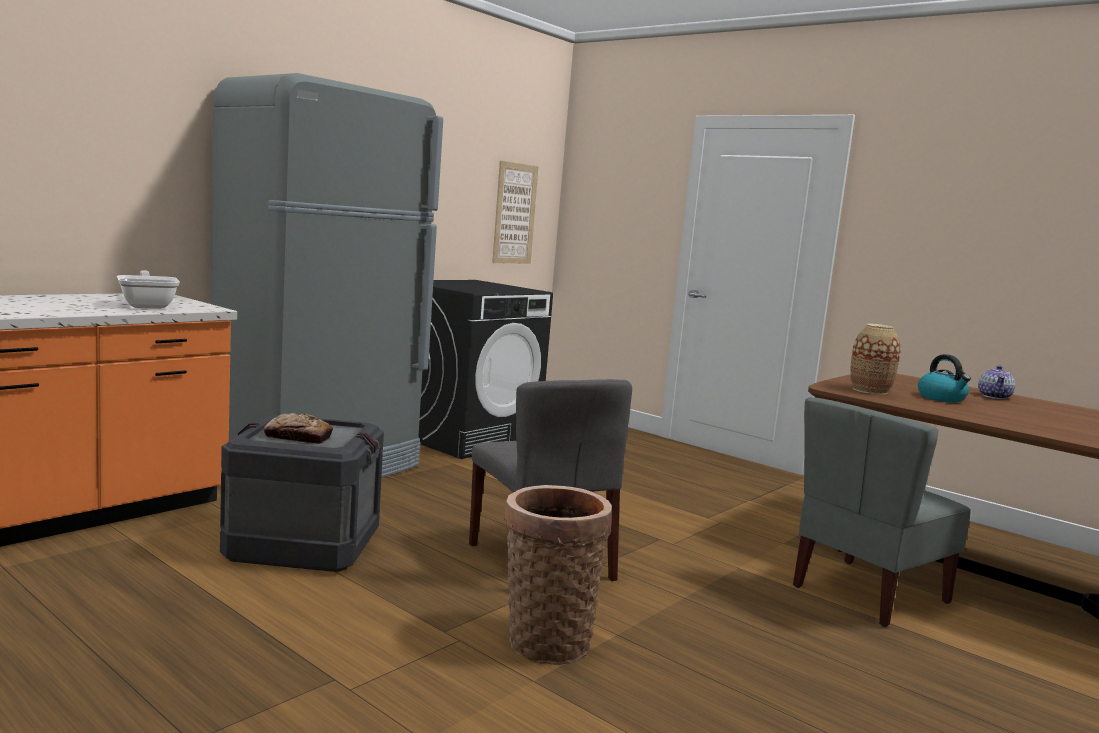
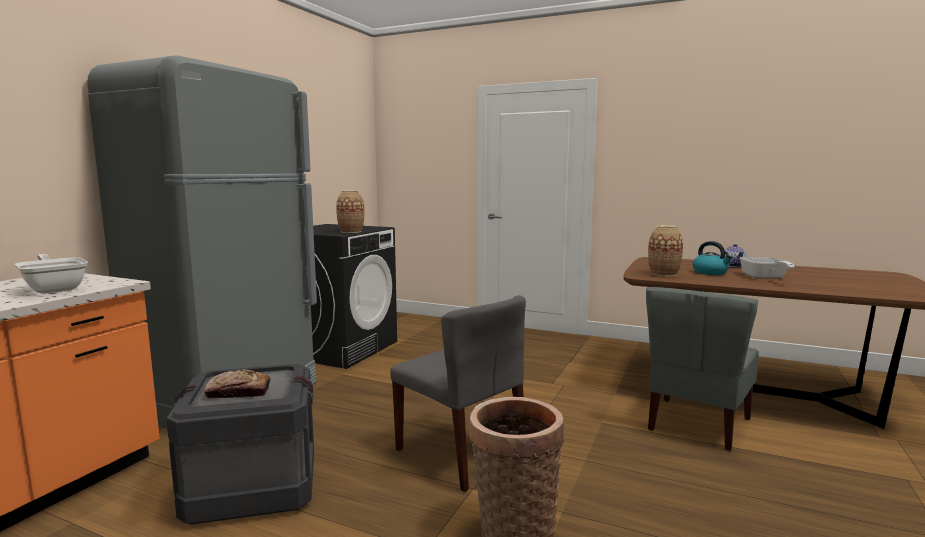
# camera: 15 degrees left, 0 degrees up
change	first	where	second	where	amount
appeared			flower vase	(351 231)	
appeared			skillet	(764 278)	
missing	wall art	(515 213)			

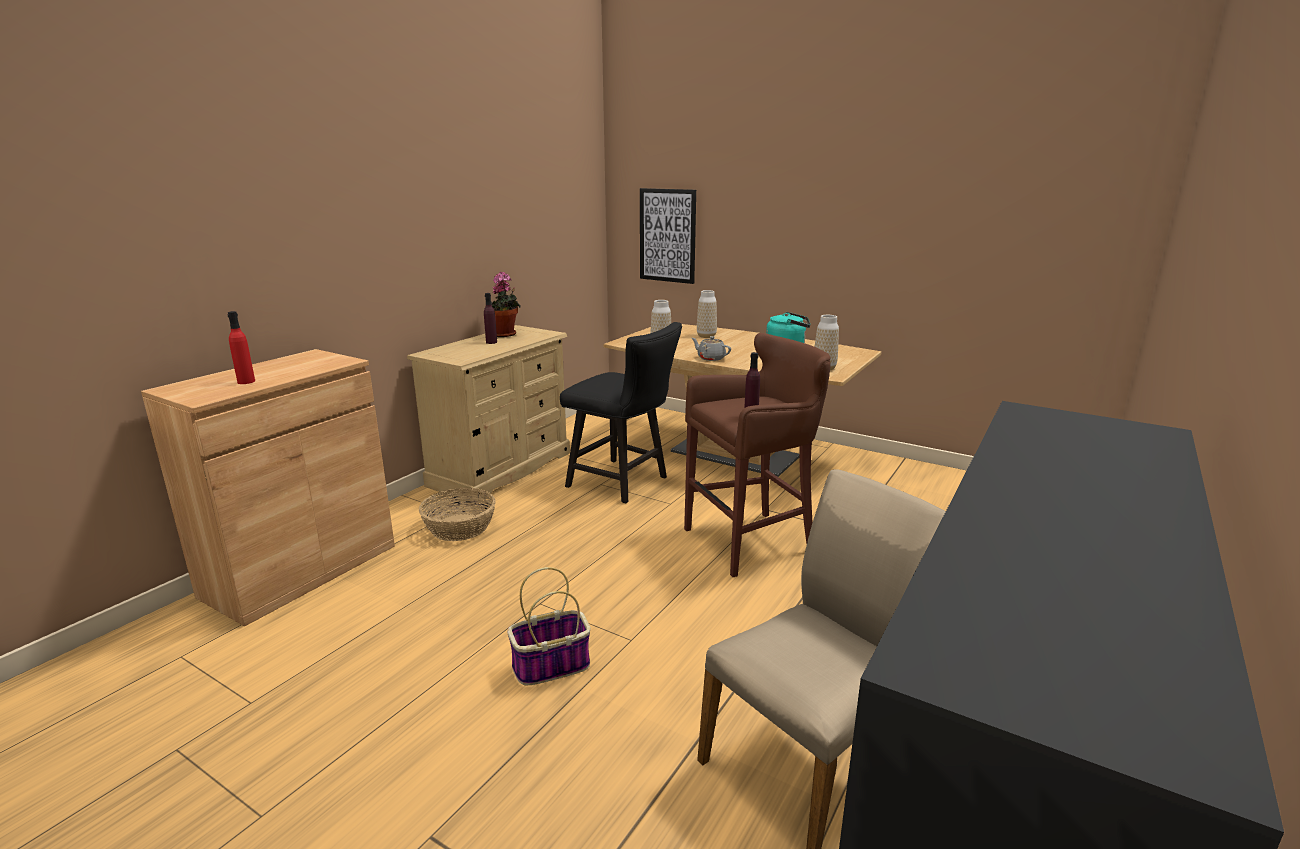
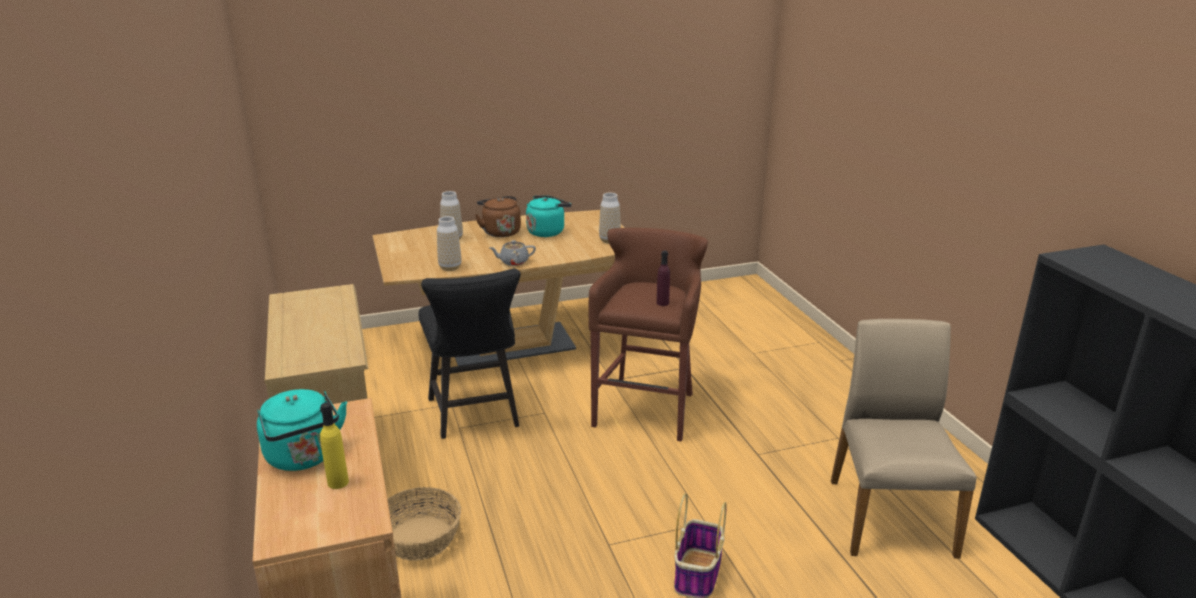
# camera: 50 degrees left, 5 degrees up
change	first	where	second	where	amount
appeared			turquoise-coloured water kettle	(304 457)	
colour	reddish drink bottle	(246 381)	yellow-coloured drink bottle	(338 482)	
spun	blackish chair	(623 483)		(476 416)	90 degrees clockwise
appeared			brown-coloured water kettle	(500 232)	
missing	purplish drink bottle	(491 342)			
missing	houseplant	(505 335)			
missing	wall art	(667 235)			

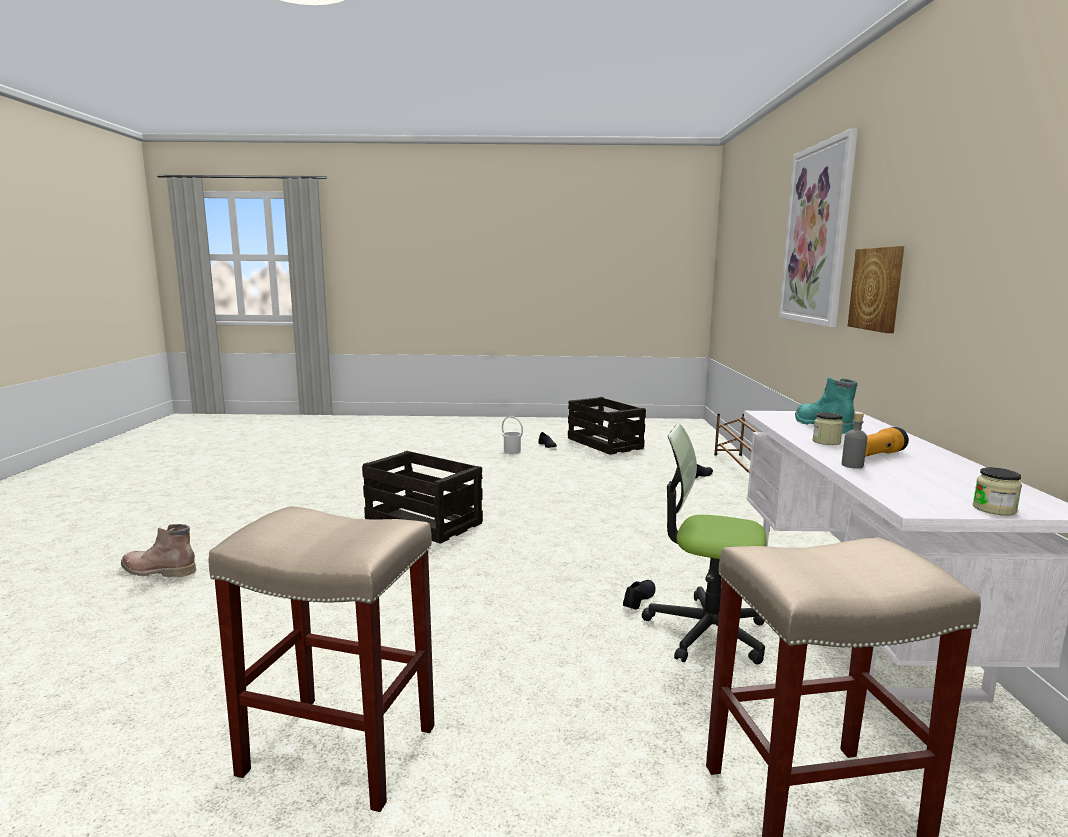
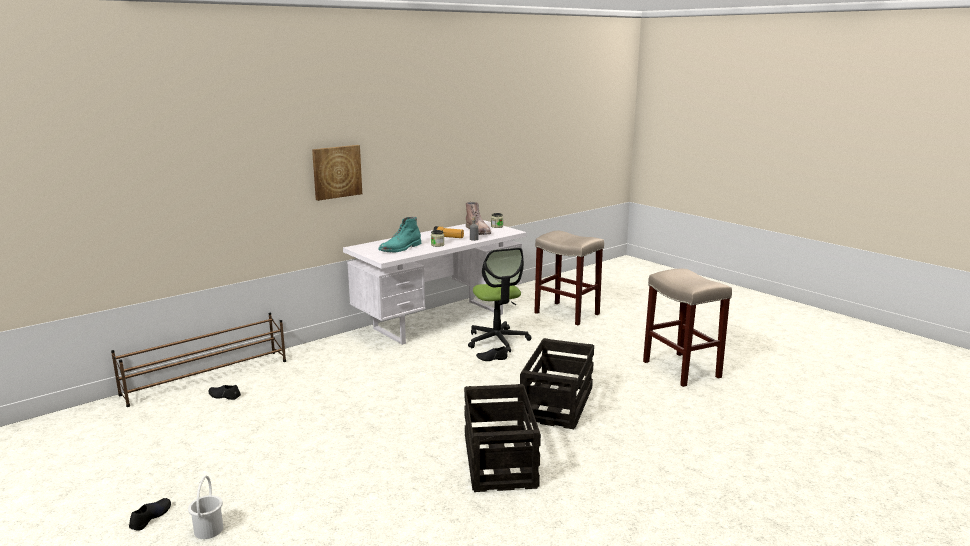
# camera: 130 degrees left, 5 degrees up
change	first	where	second	where	amount
relocated	brown-coloured tall boot	(157 571)		(479 231)	
relocated	shipping crate	(604 443)		(557 404)	
missing	wall art	(817 234)			

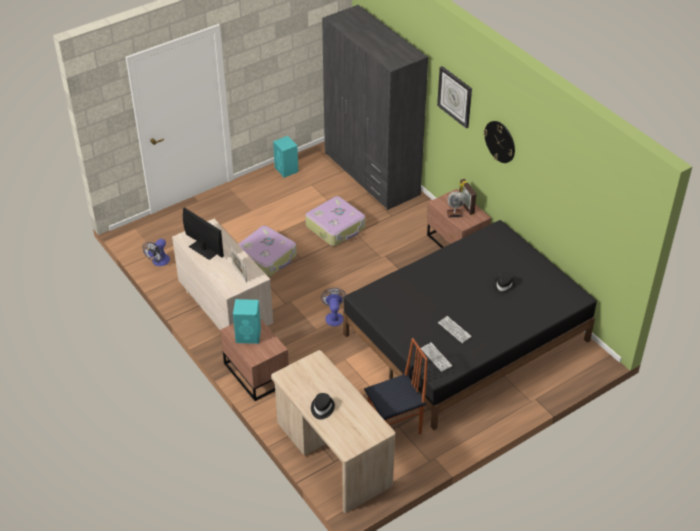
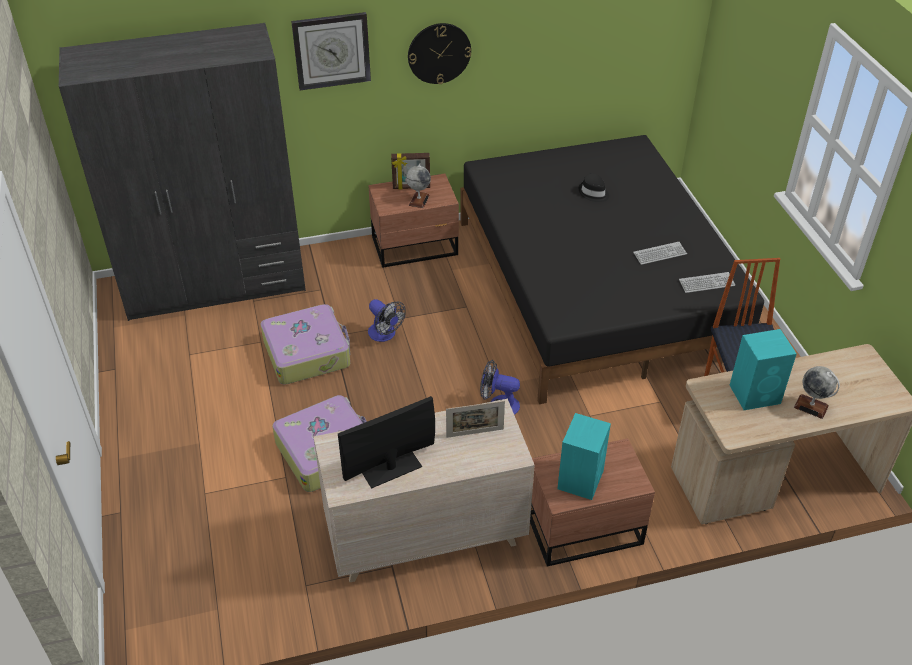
# camera: 70 degrees left, 0 degrees up
change	first	where	second	where	amount
relocated	fan	(159 262)		(385 335)	
relocated	turquoise-coloured loudspeaker	(286 170)		(756 394)	
exchanged	blackish clothing hat	(322 408)	world globe	(811 406)	

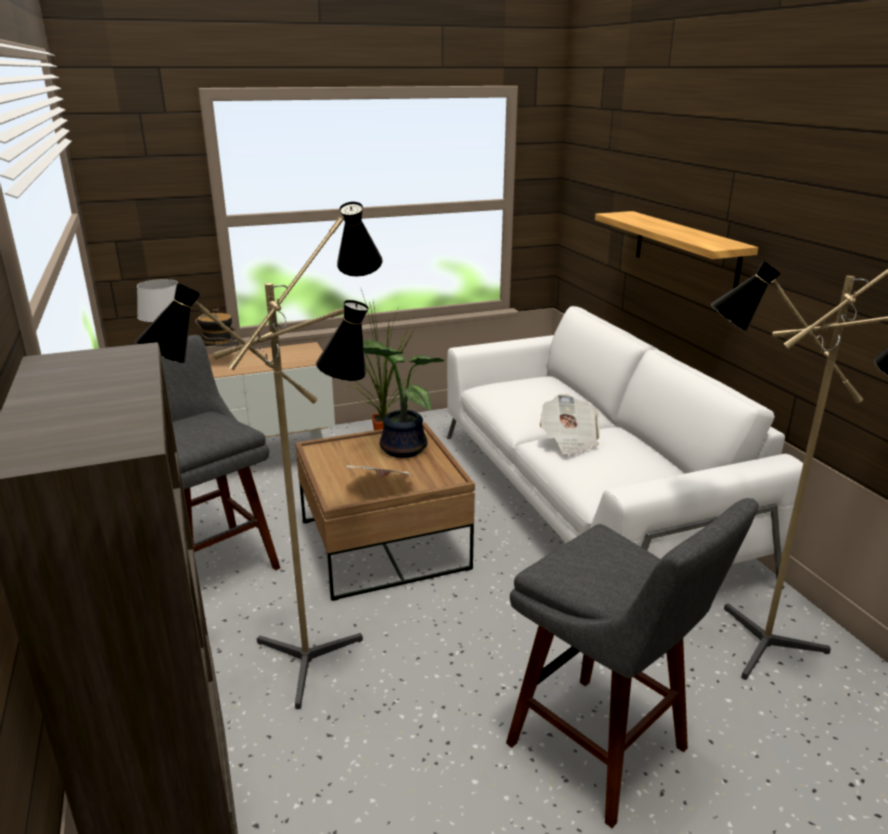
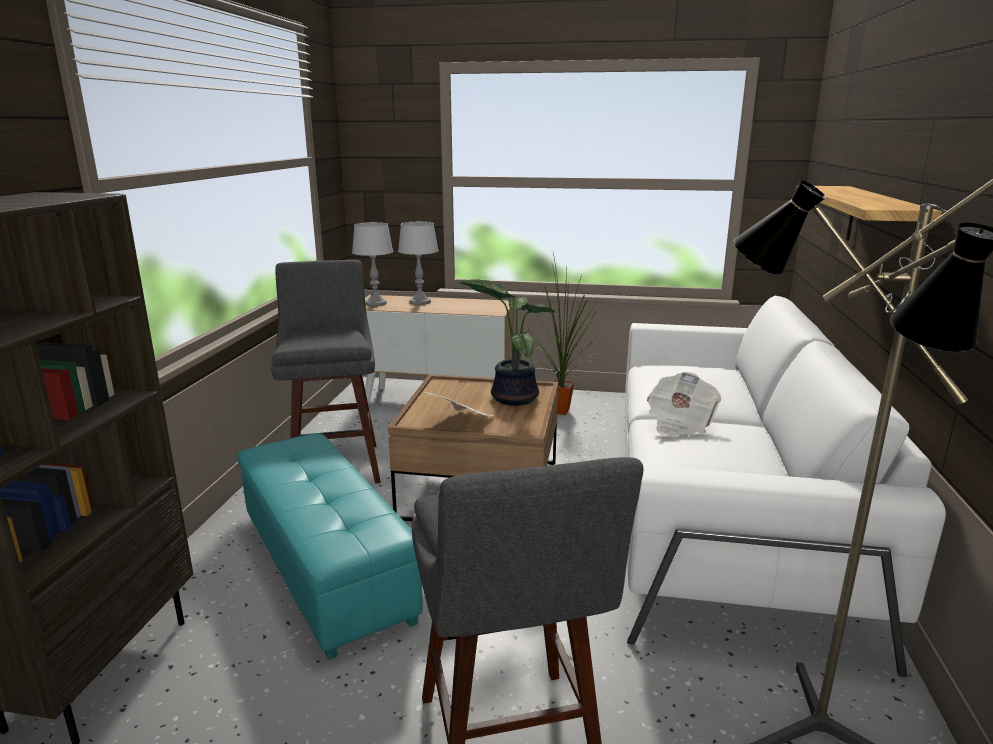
# camera: 30 degrees right, 5 degrees down
change	first	where	second	where	amount
exchanged	standard lamp	(313 669)	turquoise-coloured footrest	(328 567)	
exchanged	clothing hat	(220 361)	greyish tabletop lamp	(420 302)	

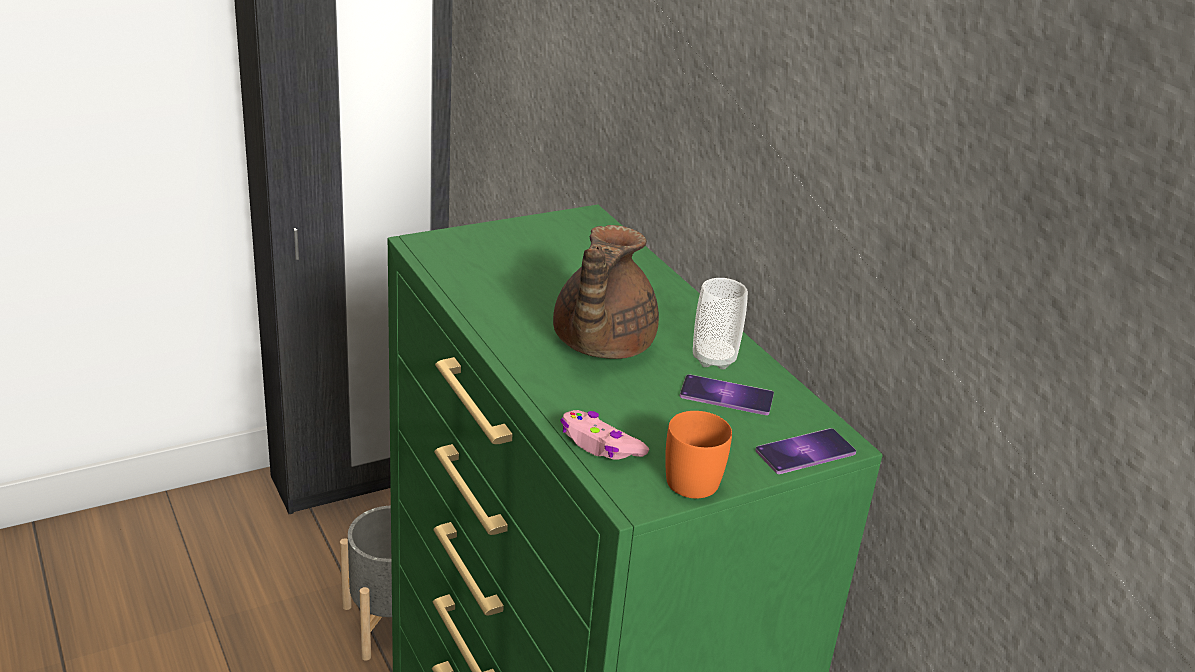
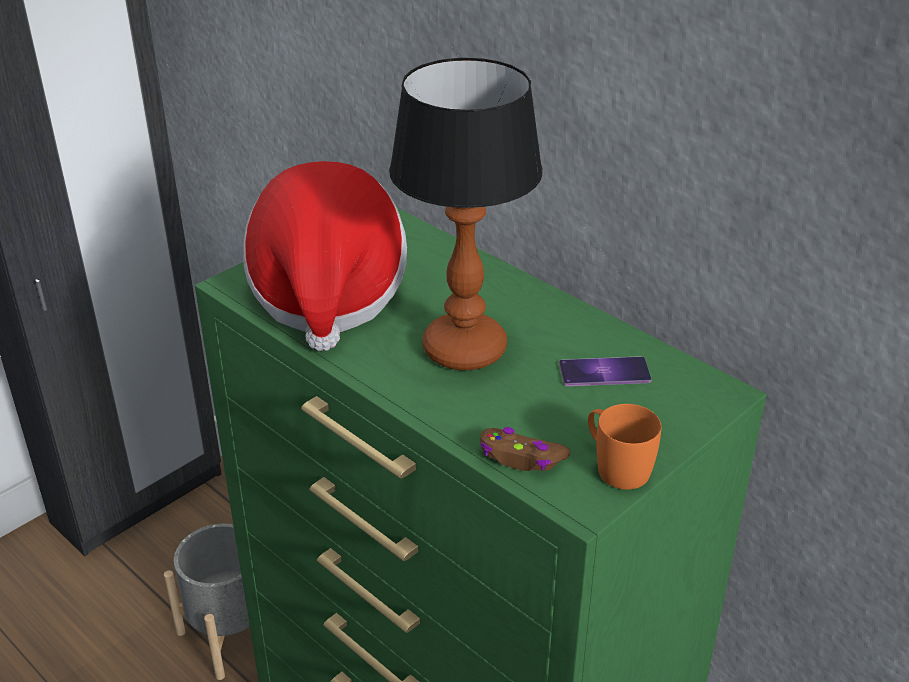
# camera: 15 degrees left, 5 degrees up
change	first	where	second	where	amount
appeared			clothing hat	(327 294)	
exchanged	brown-coloured tea pot	(600 344)	tabletop lamp	(463 350)	
colour	pink game controller	(600 445)	brown-coloured game controller	(521 457)	
missing	drinking cup	(714 359)			
missing	telephone	(805 452)			

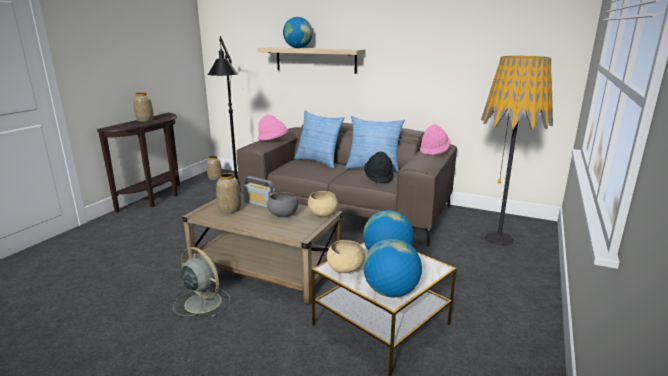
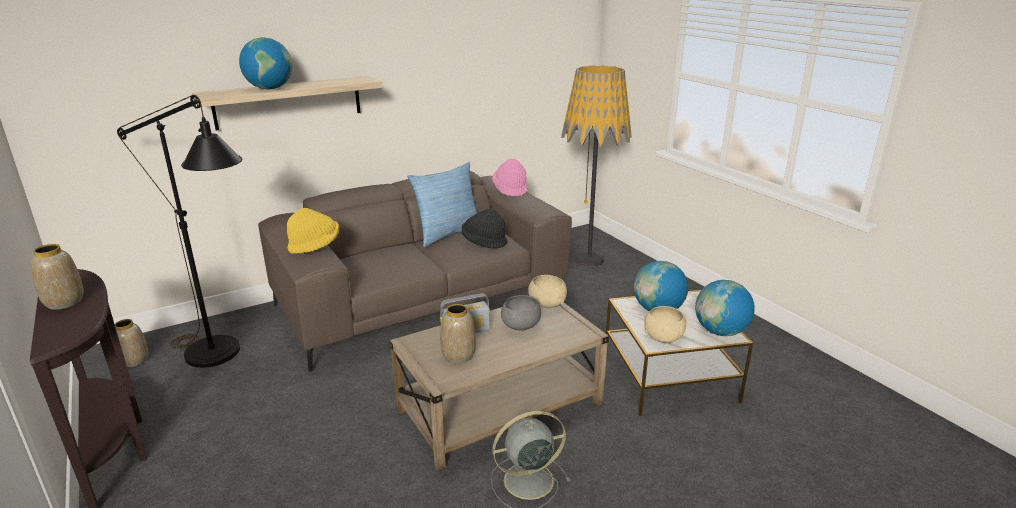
# camera: 55 degrees left, 5 degrees up
change	first	where	second	where	amount
colour	pink clothing hat	(273 140)	yellow-coloured clothing hat	(315 246)	
missing	pillow	(319 161)			

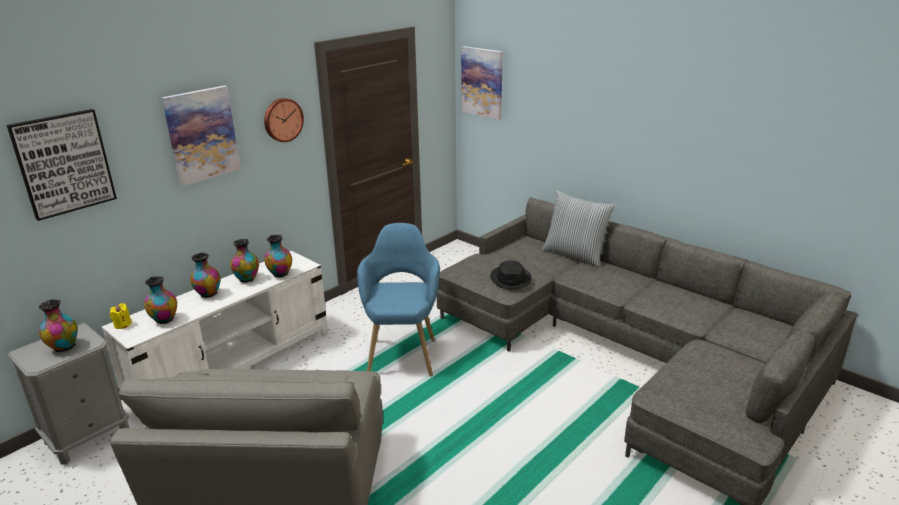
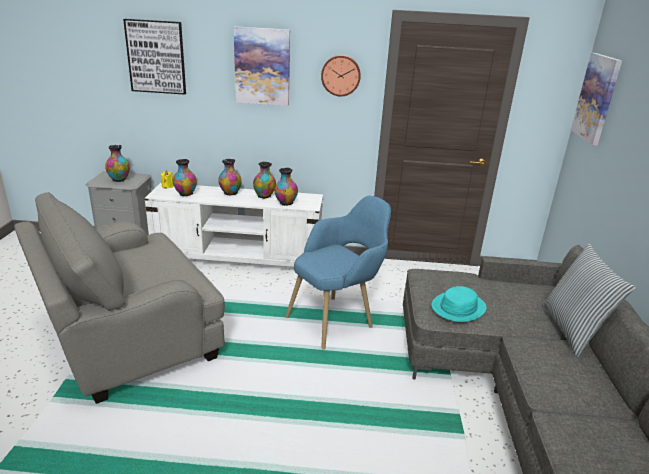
# camera: 50 degrees right, 0 degrees up
change	first	where	second	where	amount
colour	blackish clothing hat	(511 278)	turquoise-coloured clothing hat	(458 307)	

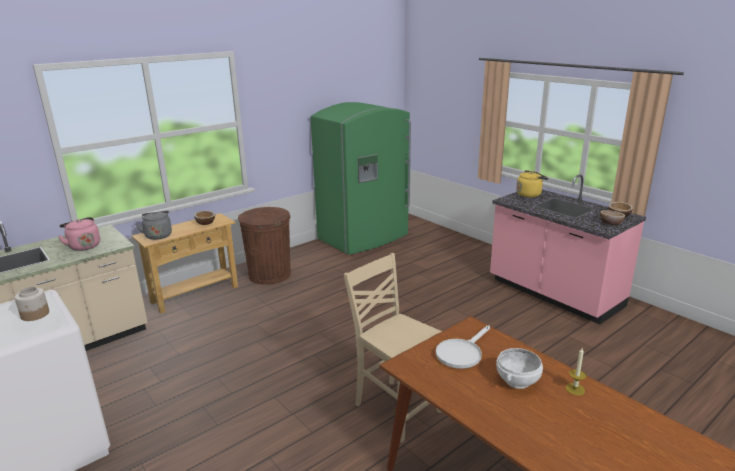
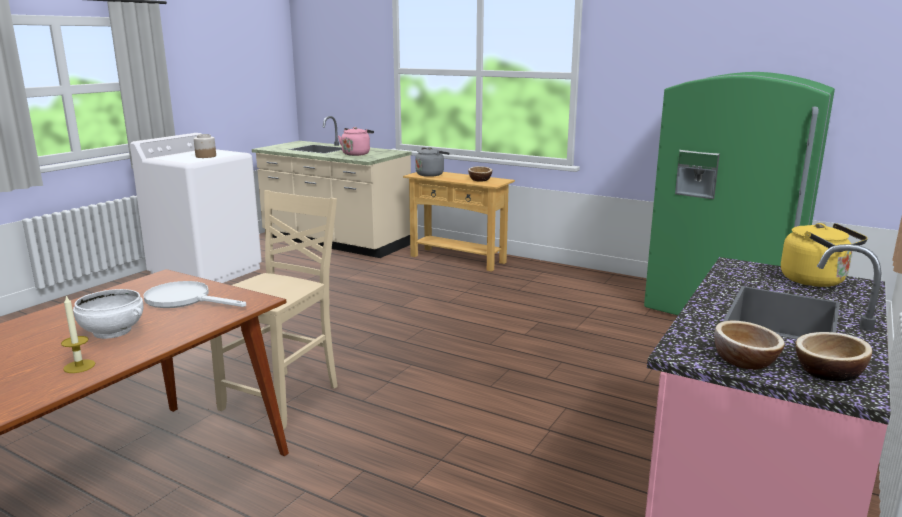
# camera: 70 degrees right, 5 degrees down
change	first	where	second	where	amount
missing	brown-coloured trash can	(270 274)			

